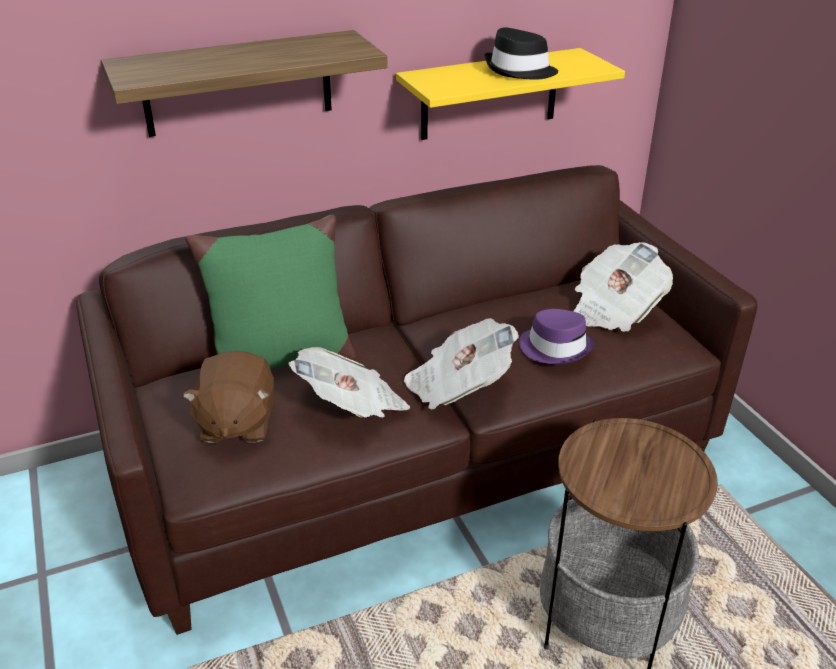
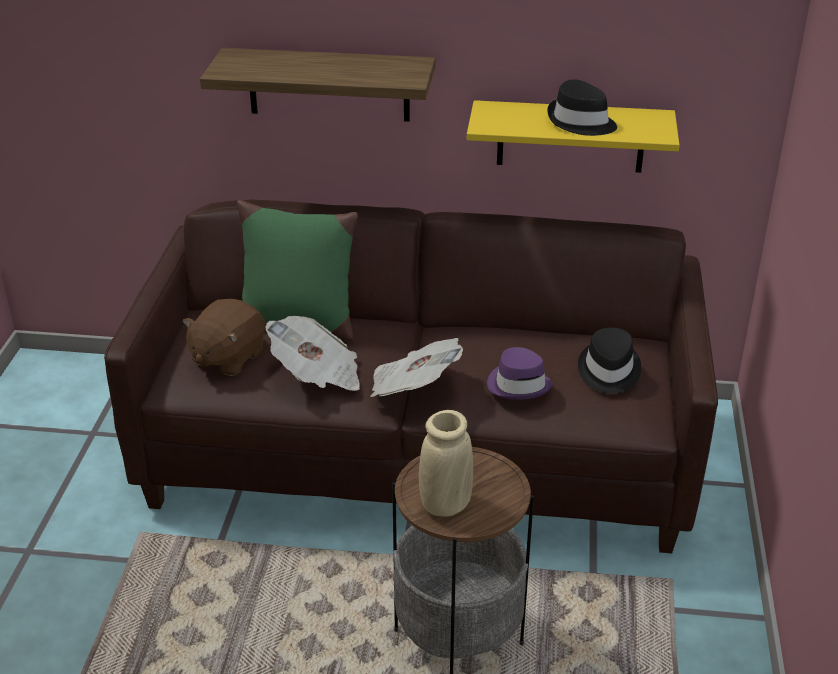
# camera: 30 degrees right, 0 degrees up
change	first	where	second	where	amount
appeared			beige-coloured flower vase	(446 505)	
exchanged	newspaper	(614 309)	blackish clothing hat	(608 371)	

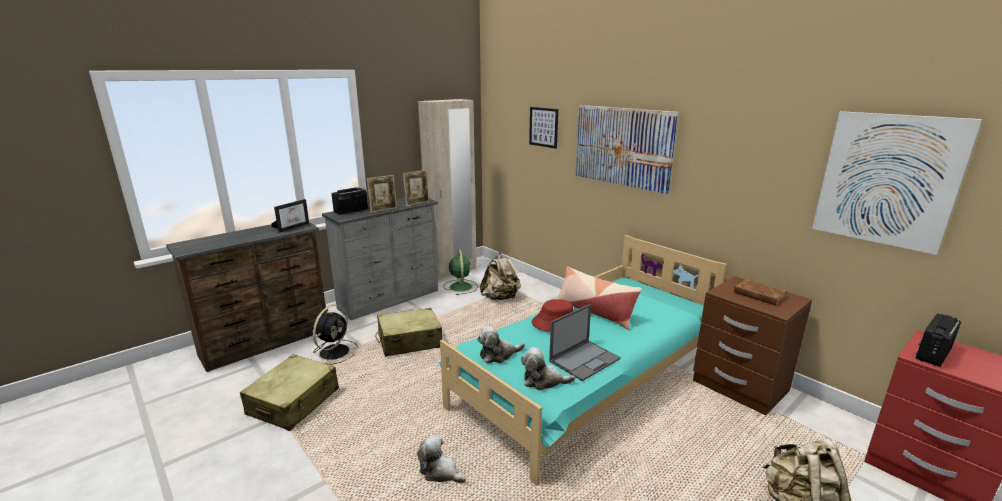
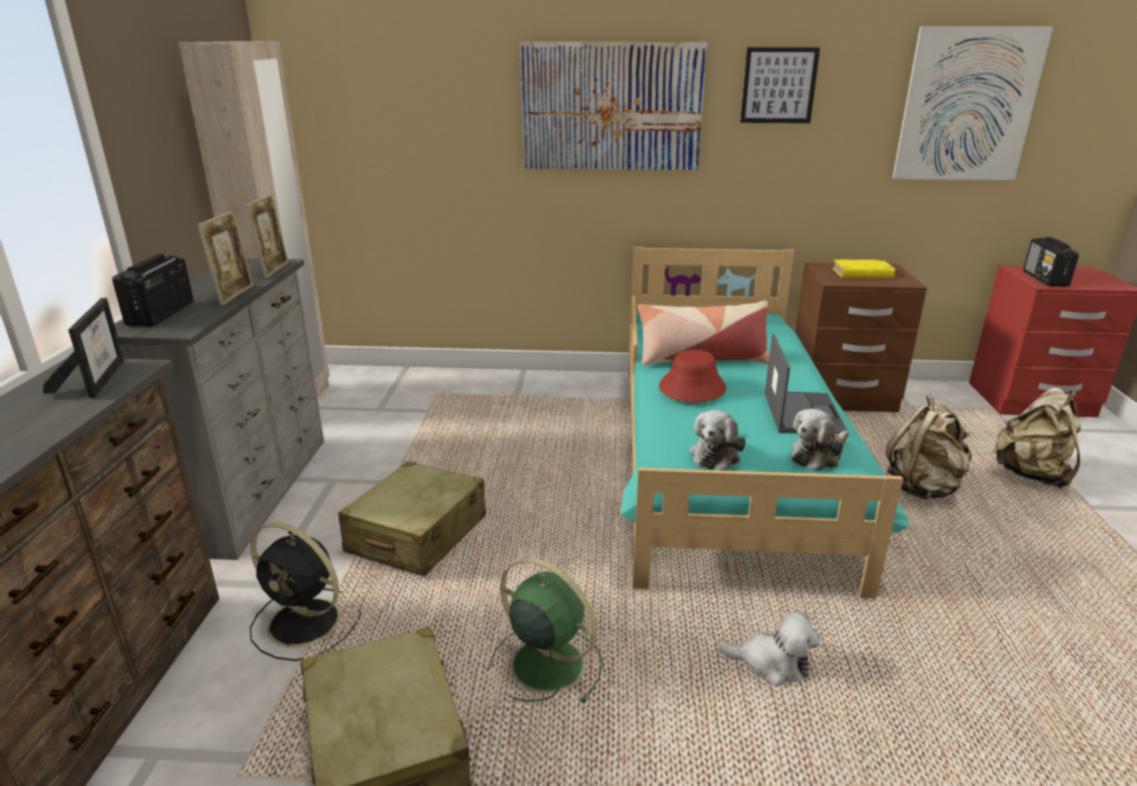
# camera: 45 degrees left, 5 degrees up
change	first	where	second	where	amount
spun	blackish fan	(335 351)		(307 623)	135 degrees clockwise
relocated	greenish fan	(460 286)		(544 663)	
spun	cuddly toy	(440 472)		(771 663)	150 degrees counterclockwise
relocated	wall art	(543 127)		(778 85)	
colour	brown-coloured book	(759 295)	yellow-coloured book	(862 273)	
relocated	beige-coloured knapsack	(500 298)		(923 488)	

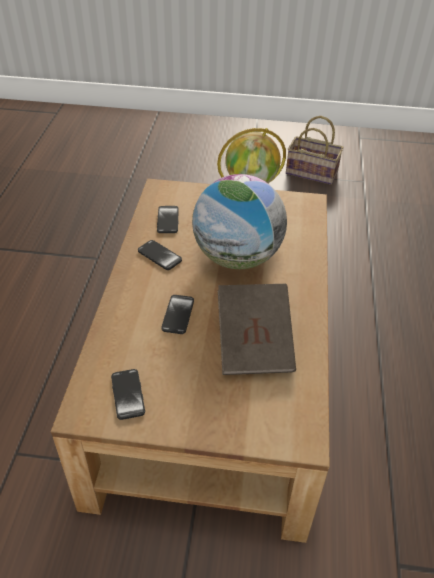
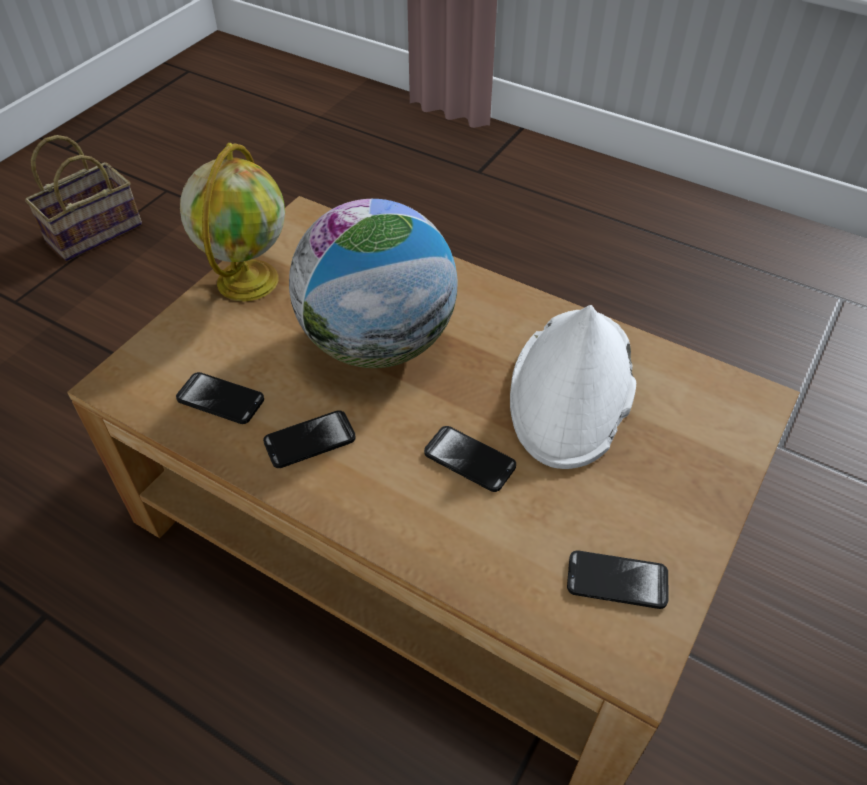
# camera: 65 degrees left, 5 degrees up
change	first	where	second	where	amount
exchanged	brown-coloured book	(254 344)	whitish clothing hat	(572 388)	

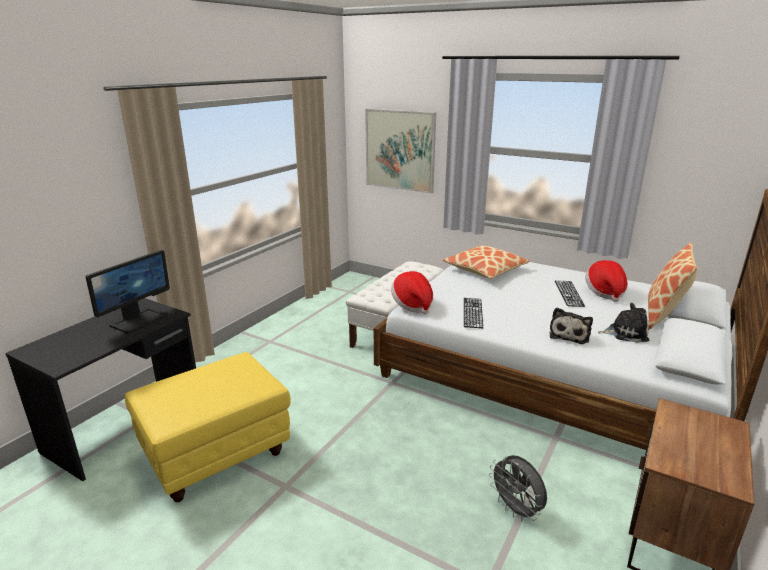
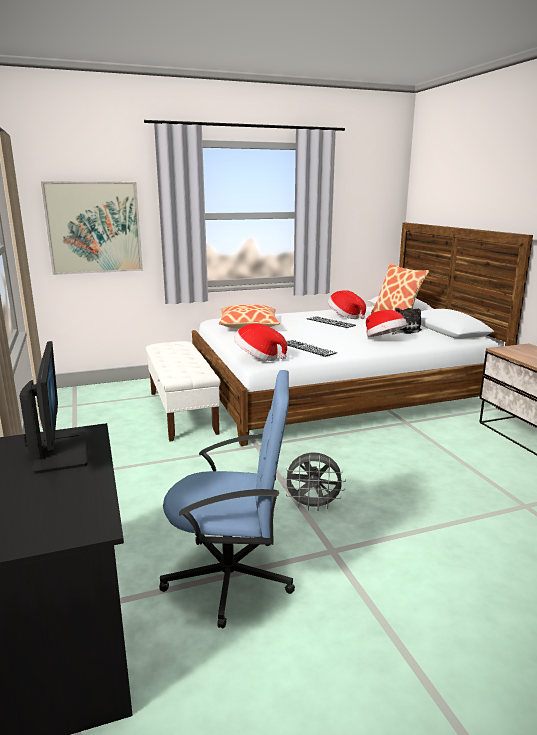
# camera: 50 degrees left, 5 degrees down
change	first	where	second	where	amount
exchanged	yellow-coloured footrest	(217 455)	blue computer chair	(231 577)	
relocated	greyish fan	(516 510)		(313 506)	
exchanged	cuddly toy	(569 335)	clothing hat	(384 340)	

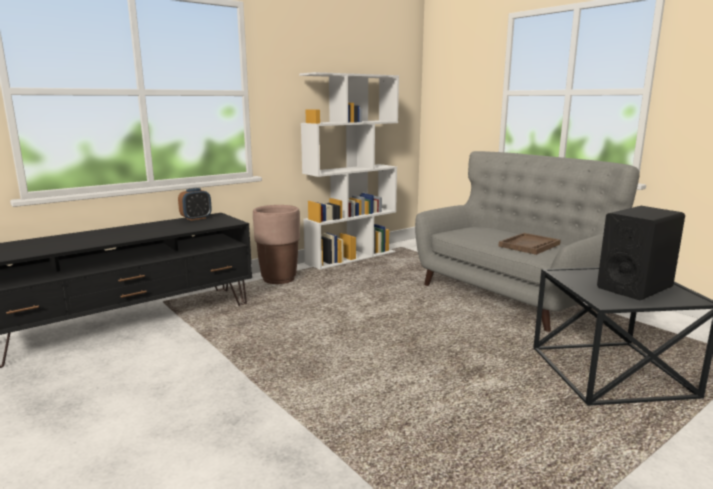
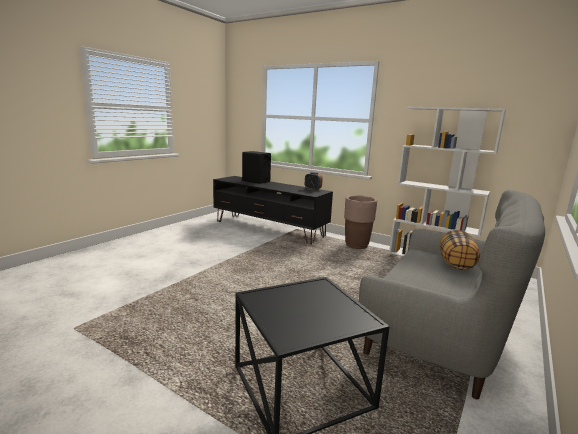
# camera: 70 degrees right, 0 degrees up
change	first	where	second	where	amount
relocated	blackish loudspeaker	(634 287)		(256 181)	
appeared			pillow	(456 264)	
missing	brown-coloured tray	(529 245)			

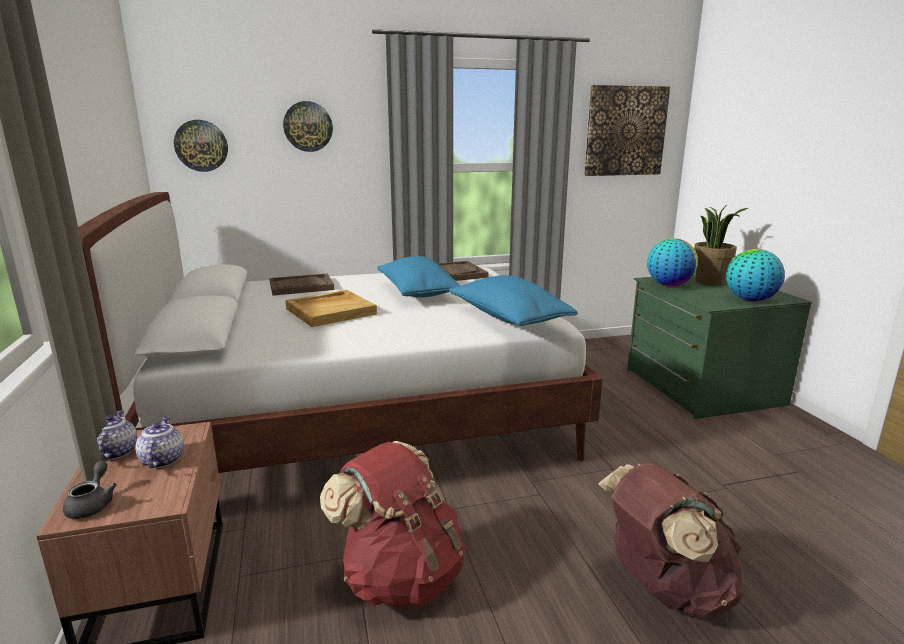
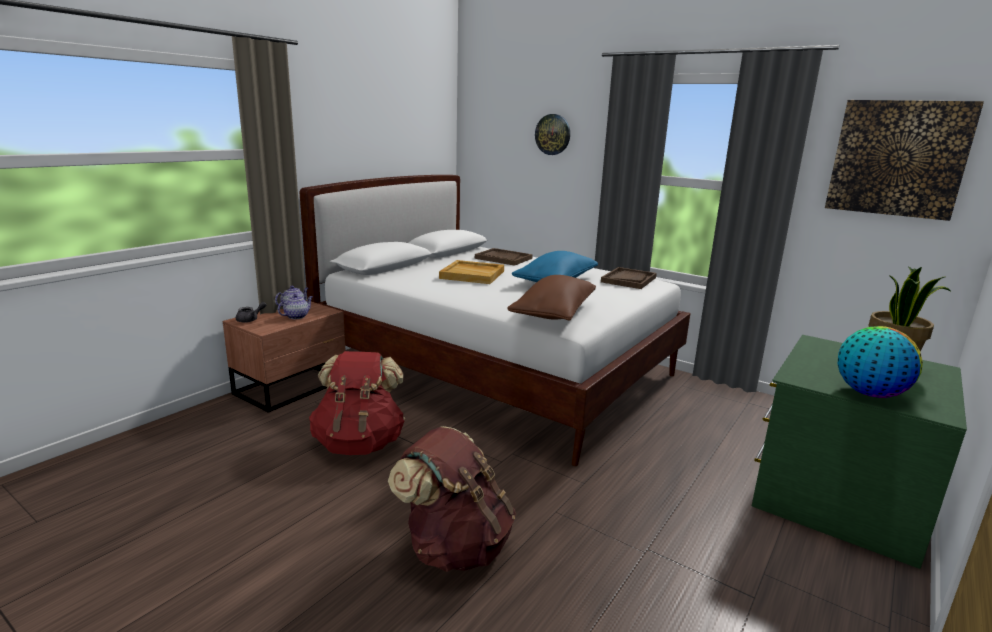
# camera: 50 degrees right, 0 degrees up
change	first	where	second	where	amount
colour	blue pillow	(508 319)	brown-coloured pillow	(553 313)	
missing	hanging clock	(201 145)			
missing	world globe	(669 285)			

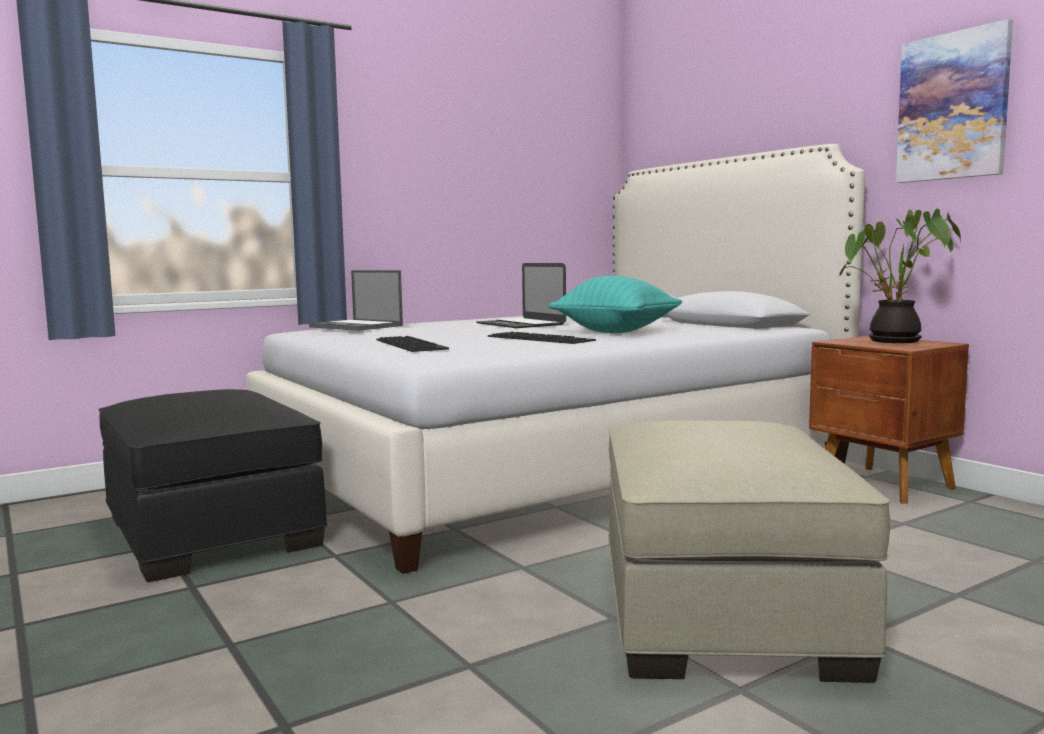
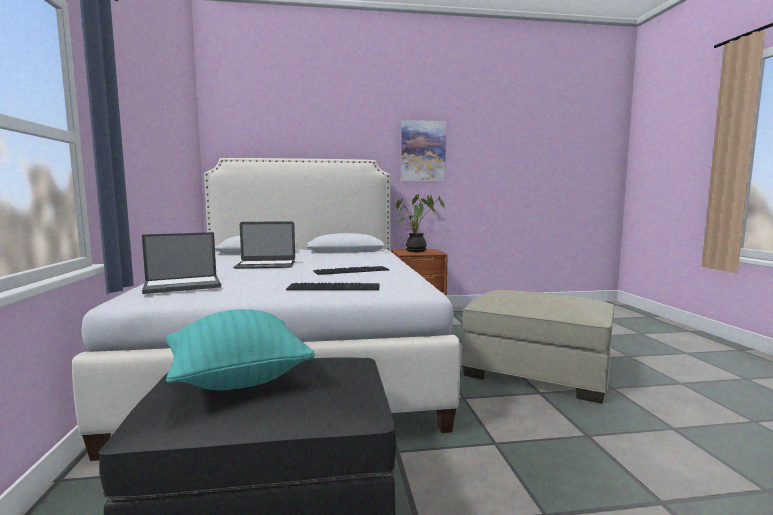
# camera: 65 degrees left, 0 degrees up
change	first	where	second	where	amount
relocated	turquoise-coloured pillow	(616 332)		(238 379)	

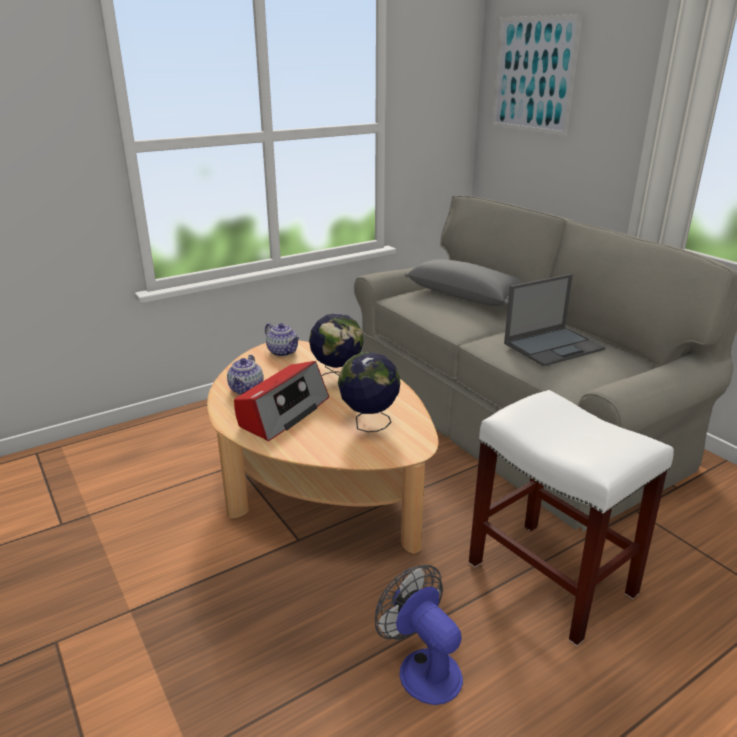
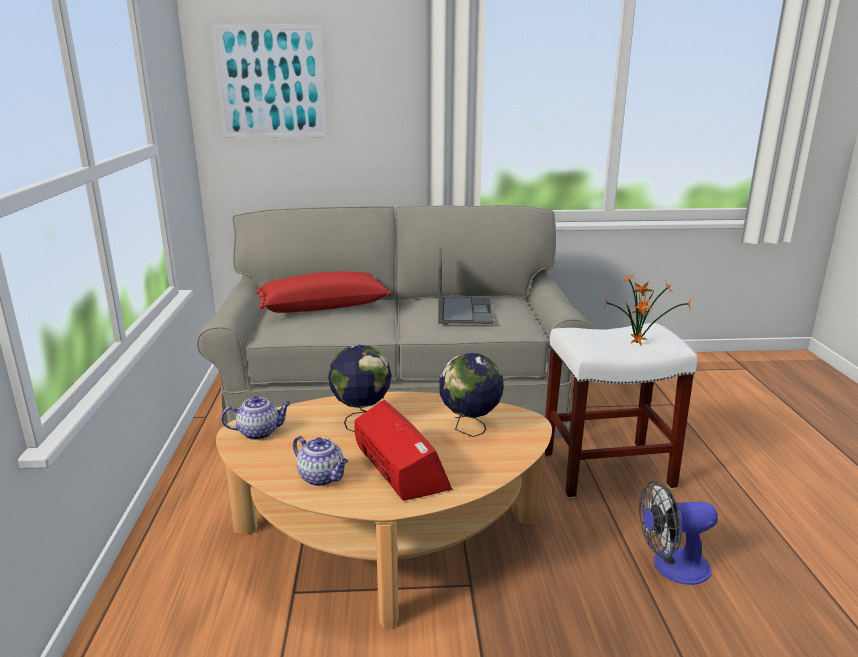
# camera: 60 degrees left, 5 degrees down
change	first	where	second	where	amount
colour	greyish pillow	(467 296)	reddish pillow	(324 306)	
appeared			houseplant	(637 343)	

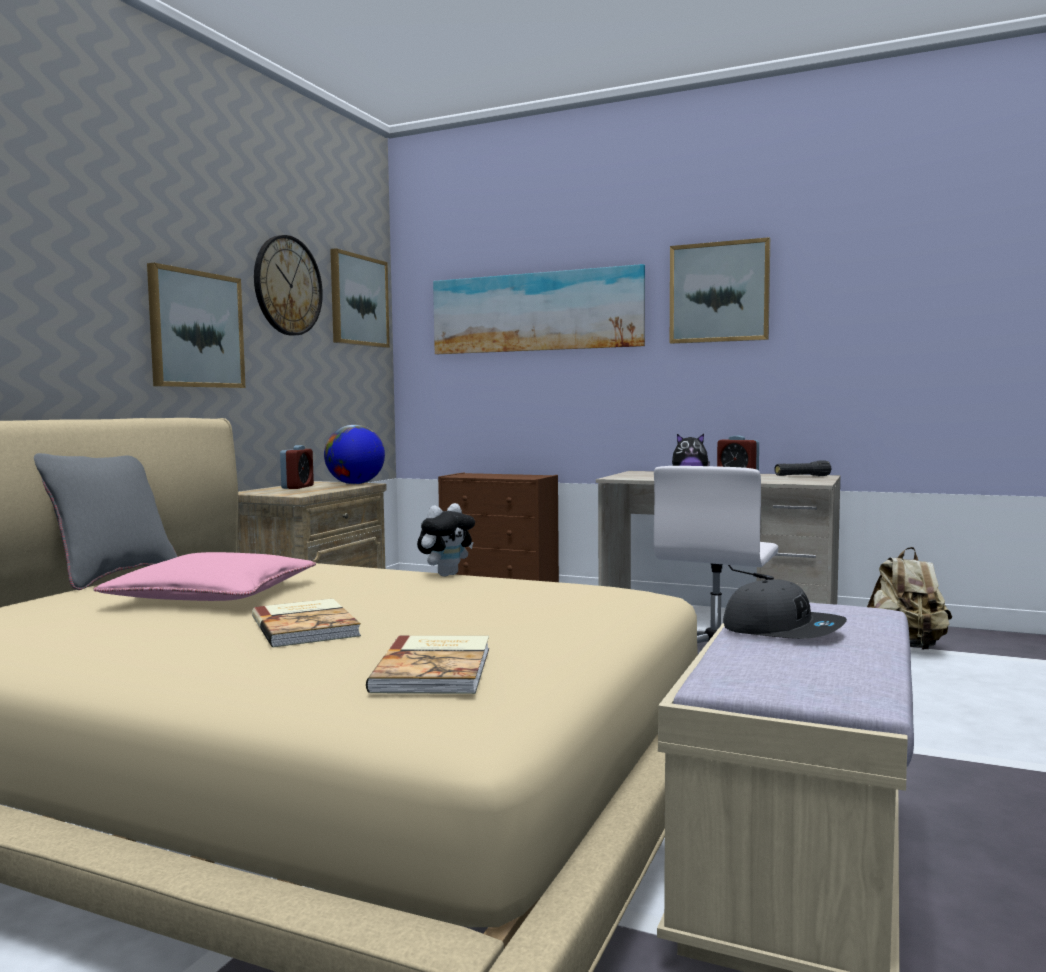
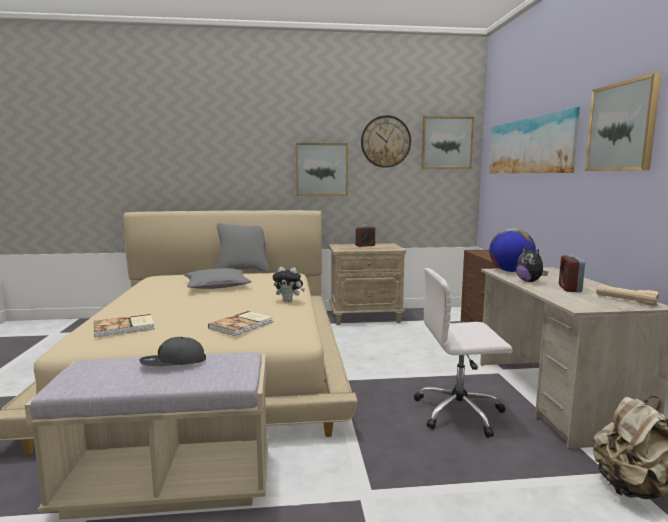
# camera: 60 degrees right, 5 degrees up
change	first	where	second	where	amount
spun	greyish cap	(783 629)		(173 363)	60 degrees clockwise
colour	pink pillow	(213 595)	greyish pillow	(217 285)	
relocated	book	(307 626)		(242 325)	
relocated	world globe	(355 484)		(510 271)	
colour	blackish torch	(802 476)	beige-coloured torch	(625 301)	

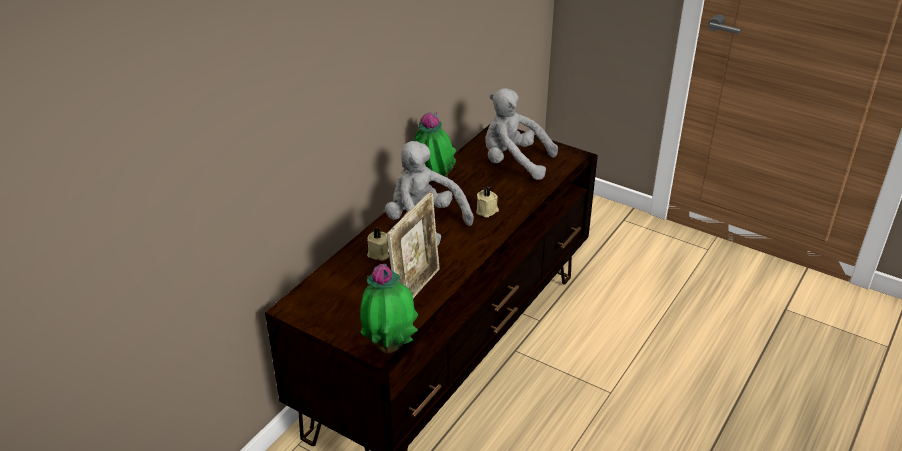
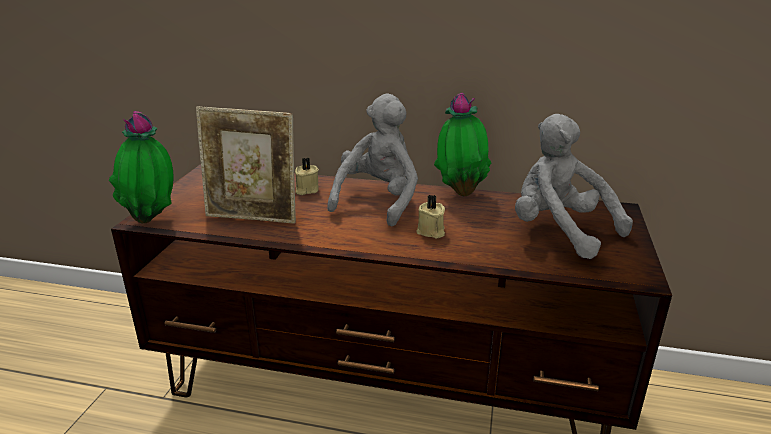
# camera: 70 degrees right, 10 degrees down
change	first	where	second	where	amount
spun	greyish cuddly toy	(514 162)		(559 231)	45 degrees counterclockwise

